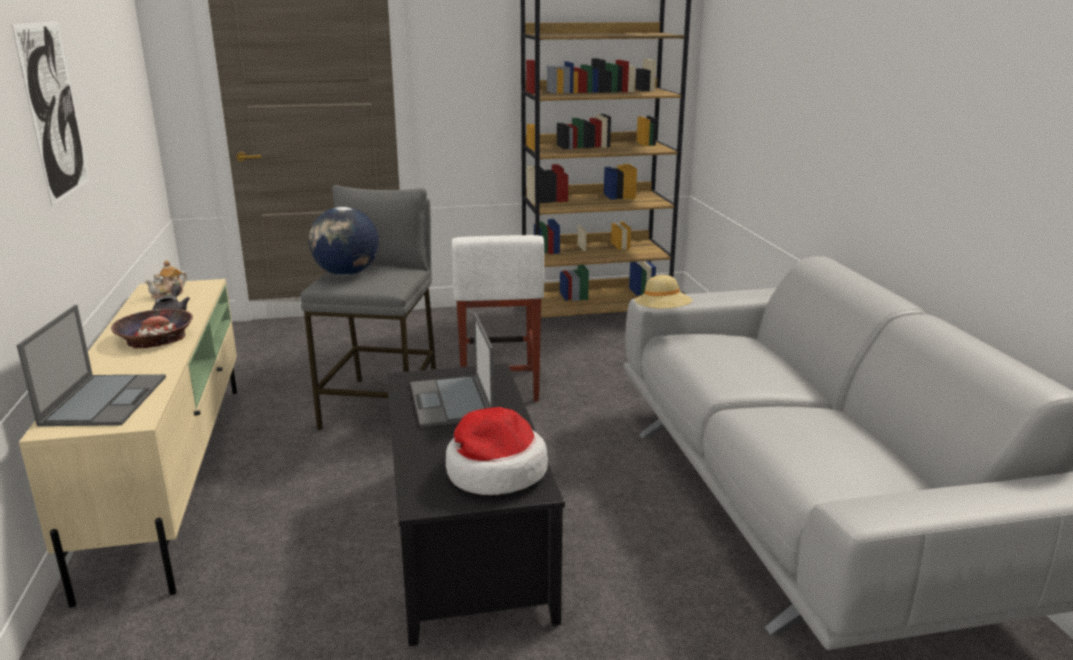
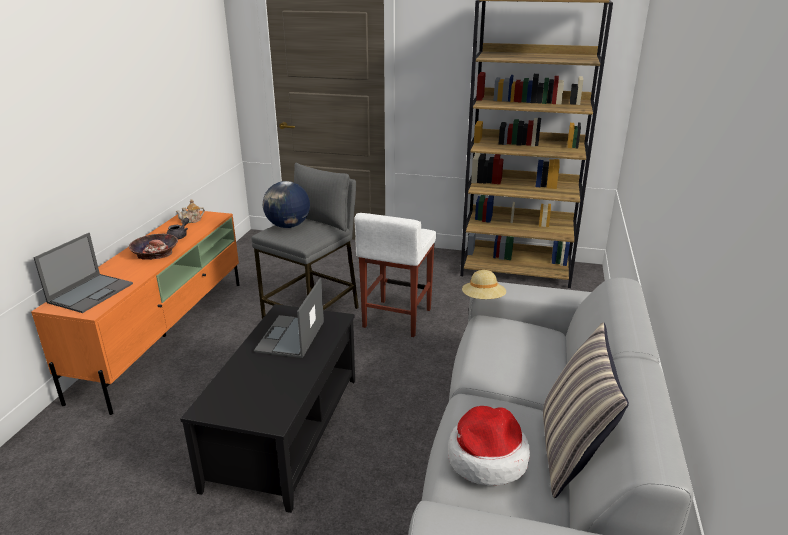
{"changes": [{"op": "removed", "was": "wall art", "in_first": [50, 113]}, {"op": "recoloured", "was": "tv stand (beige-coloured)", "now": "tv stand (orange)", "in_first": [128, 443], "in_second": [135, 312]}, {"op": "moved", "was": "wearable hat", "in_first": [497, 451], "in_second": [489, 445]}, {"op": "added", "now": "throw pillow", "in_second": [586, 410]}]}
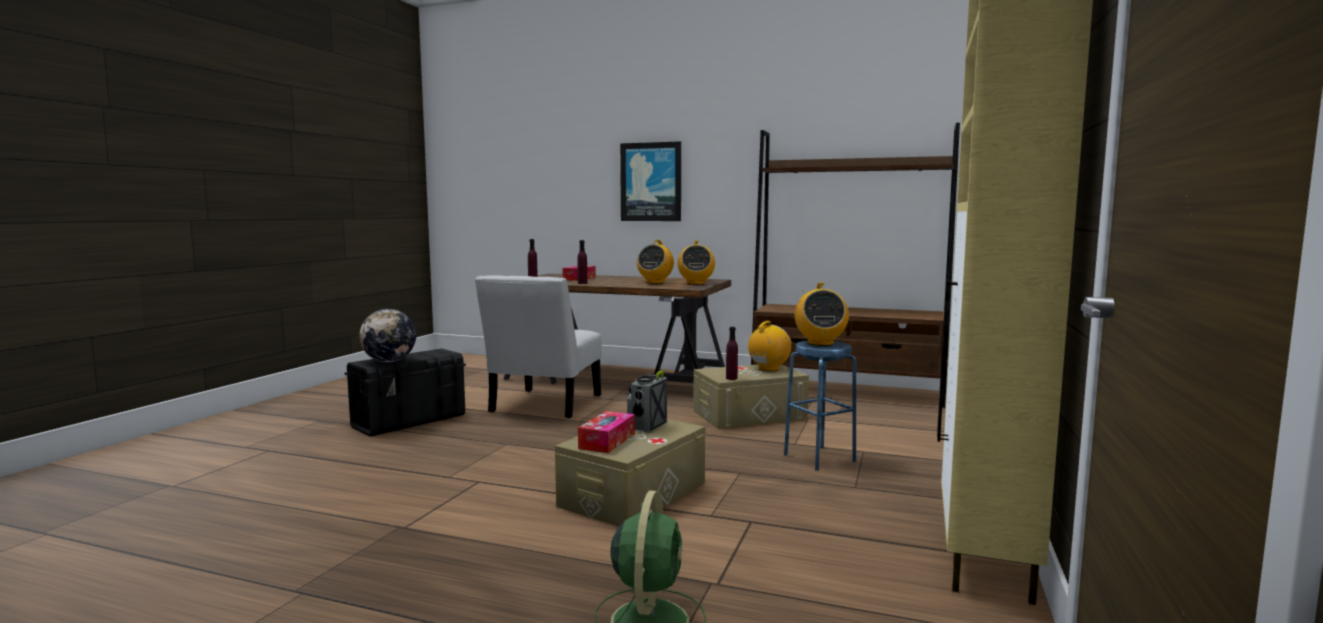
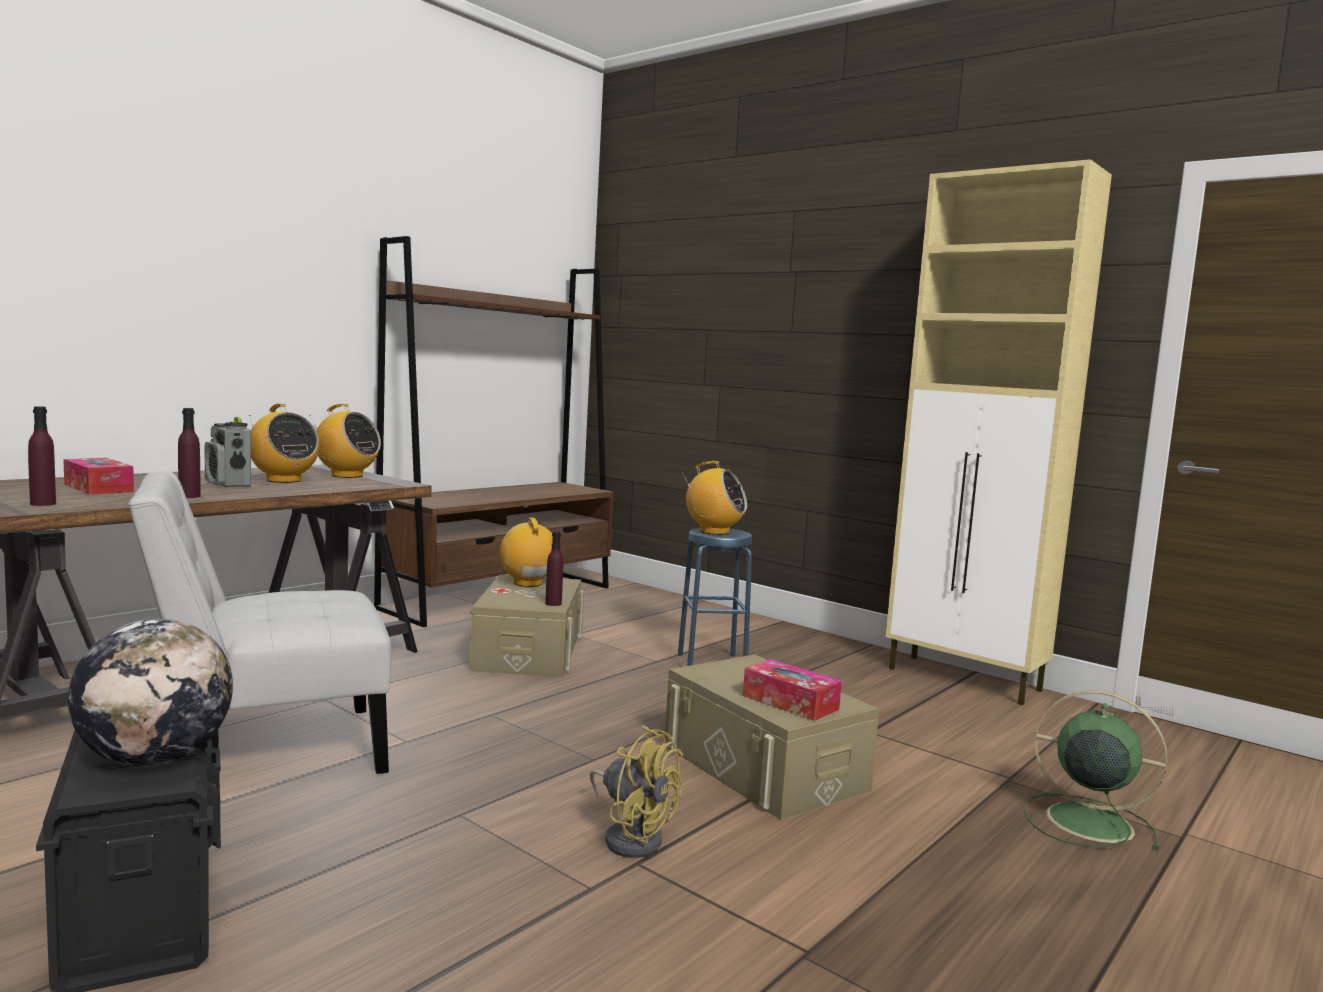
{"changes": [{"op": "removed", "was": "wall art", "in_first": [650, 181]}, {"op": "turned", "was": "plain chair (white-coloured)", "in_first": [538, 346], "in_second": [260, 622], "clockwise": 120}, {"op": "moved", "was": "radio receiver", "in_first": [647, 401], "in_second": [228, 452]}, {"op": "added", "now": "cooling fan (yellow-coloured)", "in_second": [636, 791]}]}
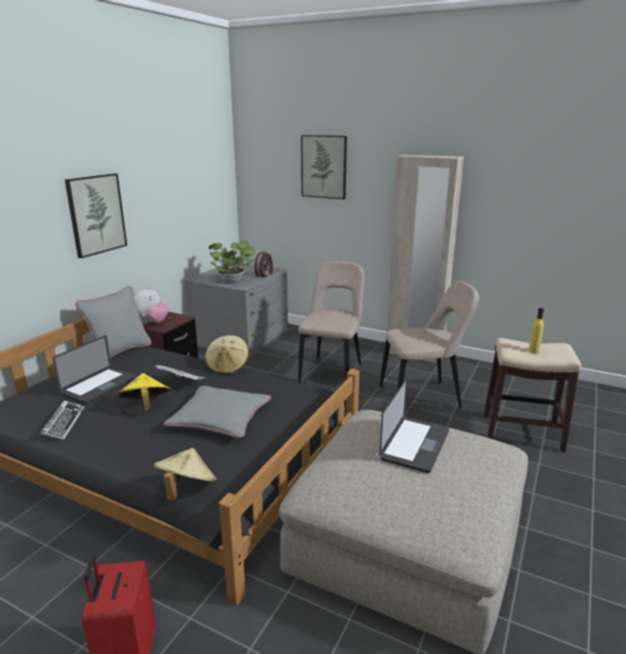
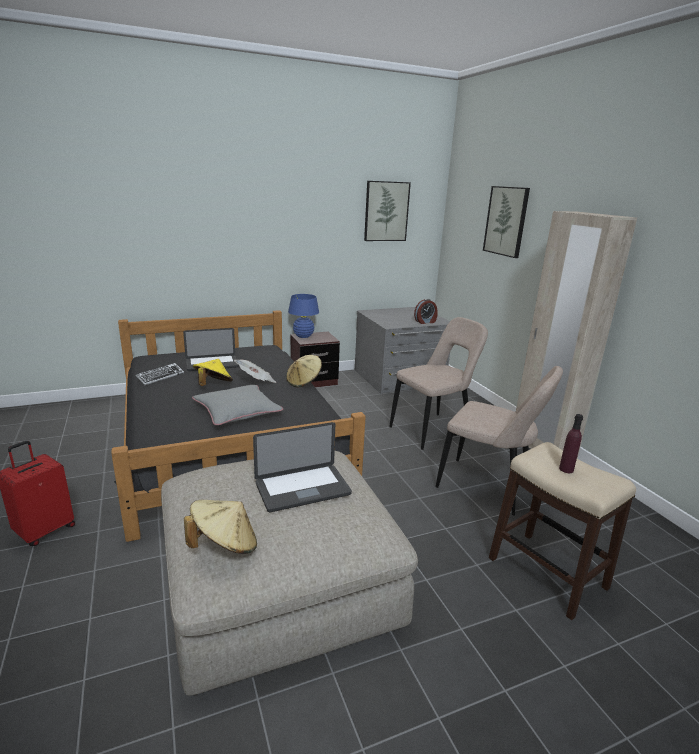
{"changes": [{"op": "moved", "was": "wall art", "in_first": [96, 215], "in_second": [387, 211]}, {"op": "removed", "was": "potted plant", "in_first": [231, 261]}, {"op": "removed", "was": "throw pillow (greyish)", "in_first": [113, 322]}, {"op": "replaced", "was": "cuddly toy", "now": "tabletop lamp (blue)", "in_first": [151, 306], "in_second": [303, 316]}, {"op": "recoloured", "was": "bottle (yellow-coloured)", "now": "bottle (purple-coloured)", "in_first": [536, 330], "in_second": [571, 443]}, {"op": "moved", "was": "wearable hat (beige-coloured)", "in_first": [185, 474], "in_second": [220, 527]}]}
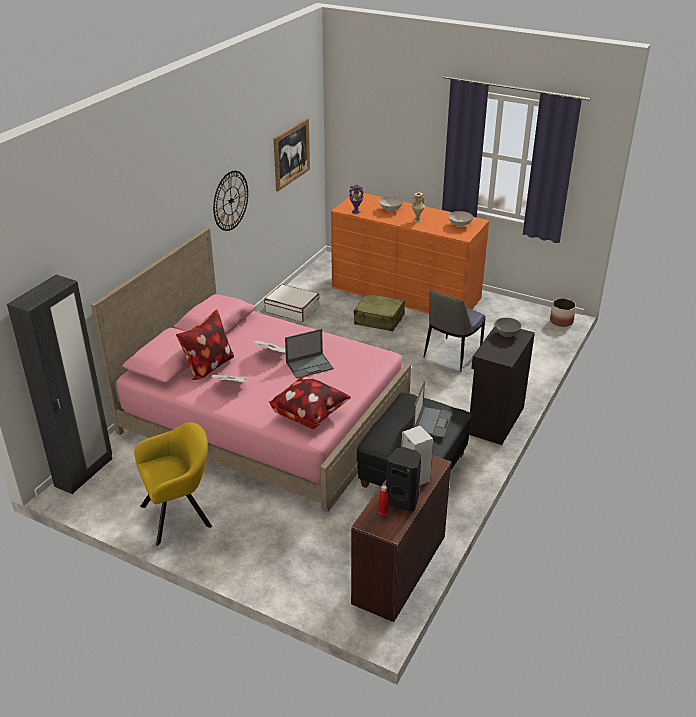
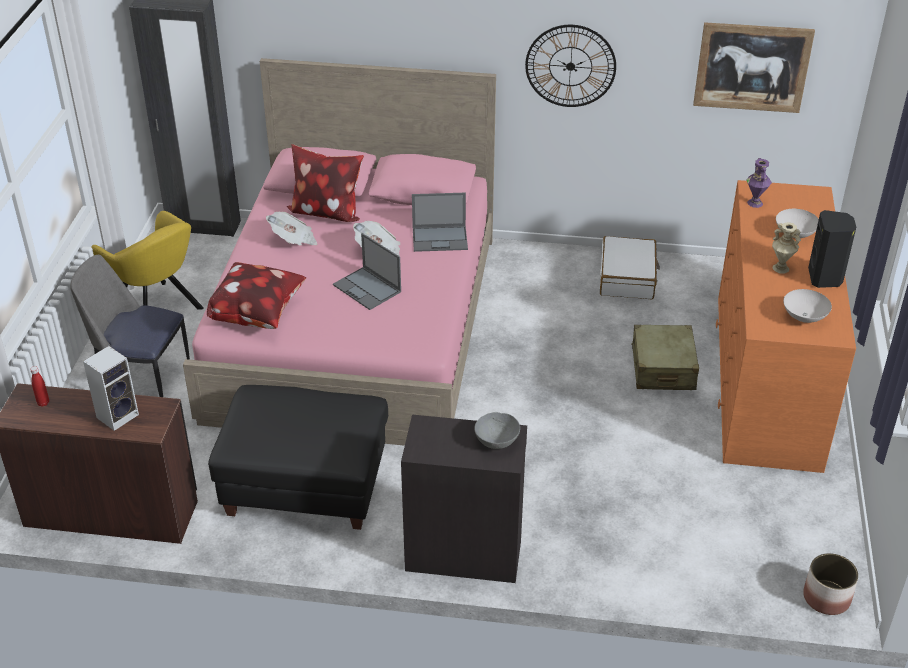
{"changes": [{"op": "moved", "was": "plain chair", "in_first": [455, 331], "in_second": [130, 326]}, {"op": "moved", "was": "notebook computer", "in_first": [432, 410], "in_second": [440, 222]}, {"op": "moved", "was": "speaker (black-coloured)", "in_first": [403, 479], "in_second": [832, 249]}]}
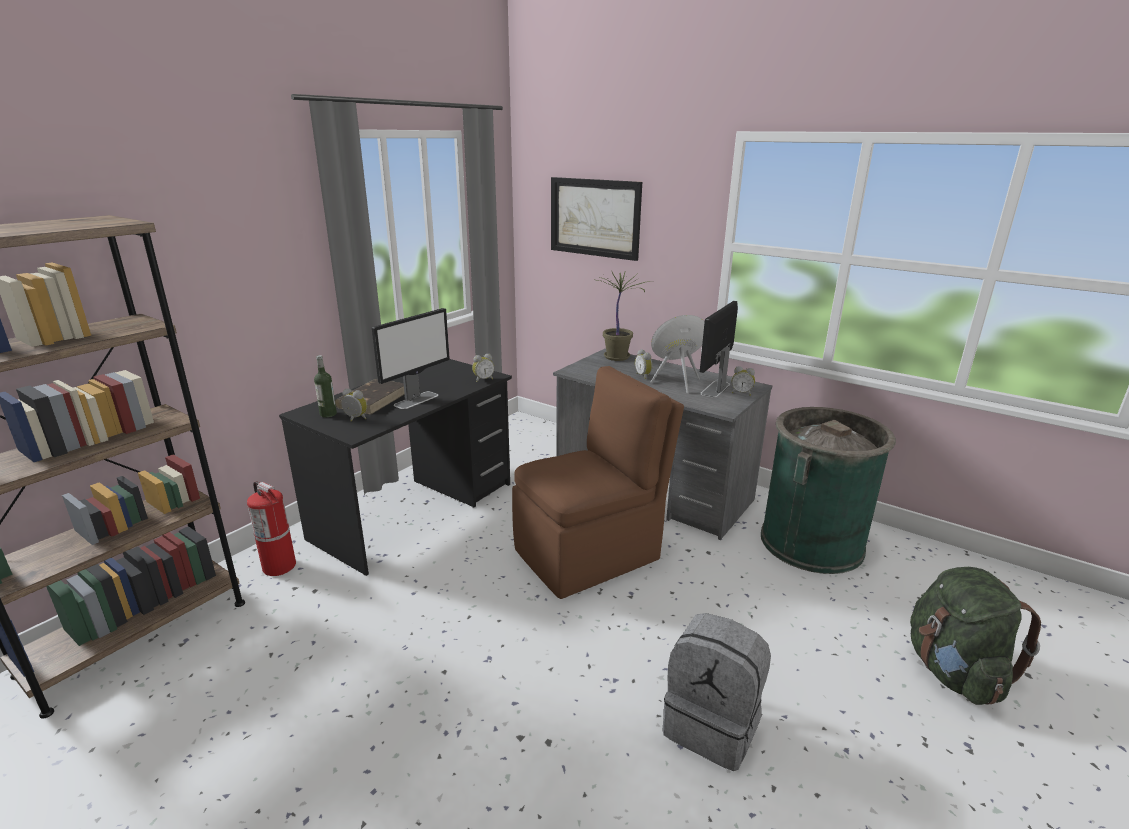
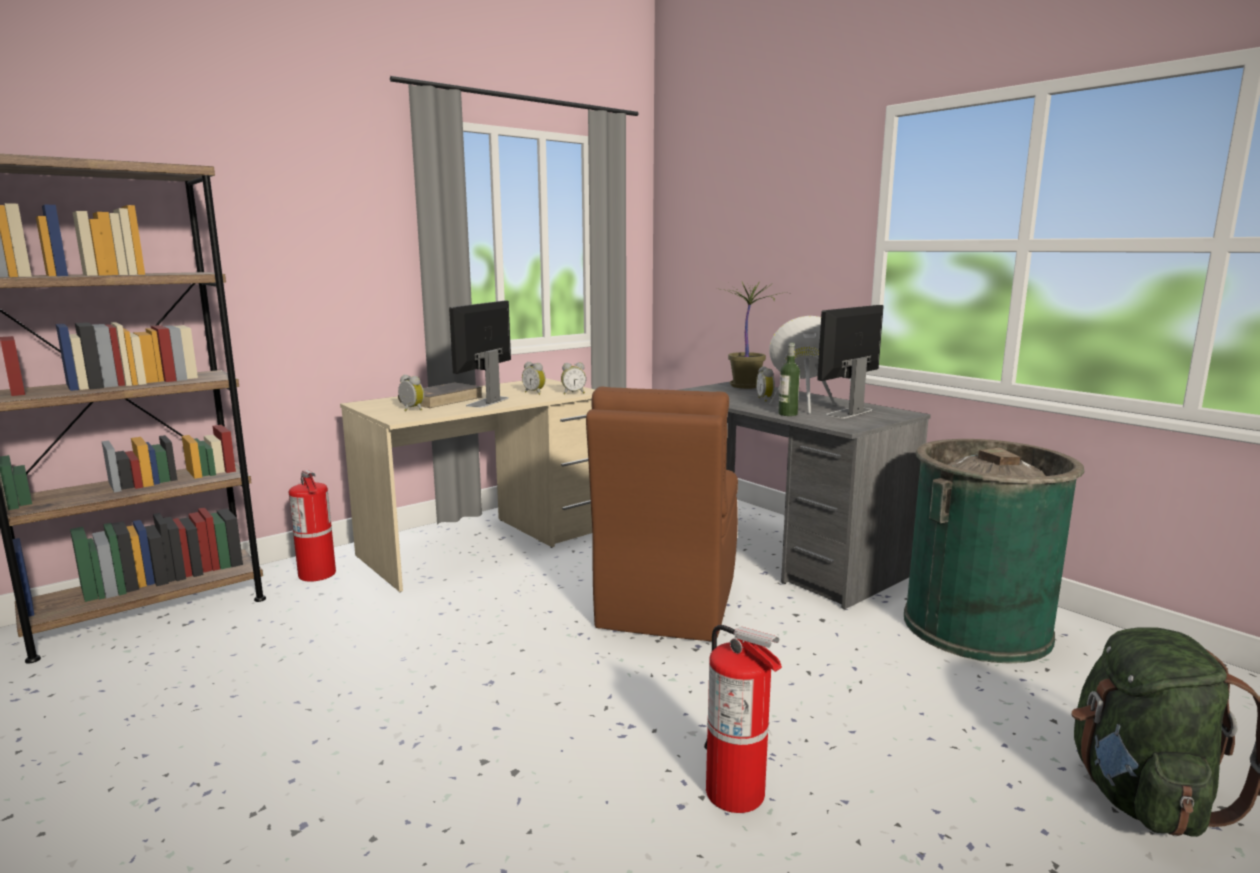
{"changes": [{"op": "removed", "was": "wall art", "in_first": [596, 219]}, {"op": "turned", "was": "monitor", "in_first": [411, 358], "in_second": [480, 354], "clockwise": 150}, {"op": "moved", "was": "bottle", "in_first": [325, 386], "in_second": [789, 379]}, {"op": "recoloured", "was": "desk table (black-coloured)", "now": "desk table (beige-coloured)", "in_first": [395, 467], "in_second": [467, 485]}, {"op": "turned", "was": "plain chair (brown)", "in_first": [598, 482], "in_second": [662, 514], "clockwise": 120}, {"op": "moved", "was": "table clock", "in_first": [743, 381], "in_second": [534, 378]}, {"op": "replaced", "was": "rucksack (greyish)", "now": "extinguisher", "in_first": [717, 692], "in_second": [743, 719]}]}
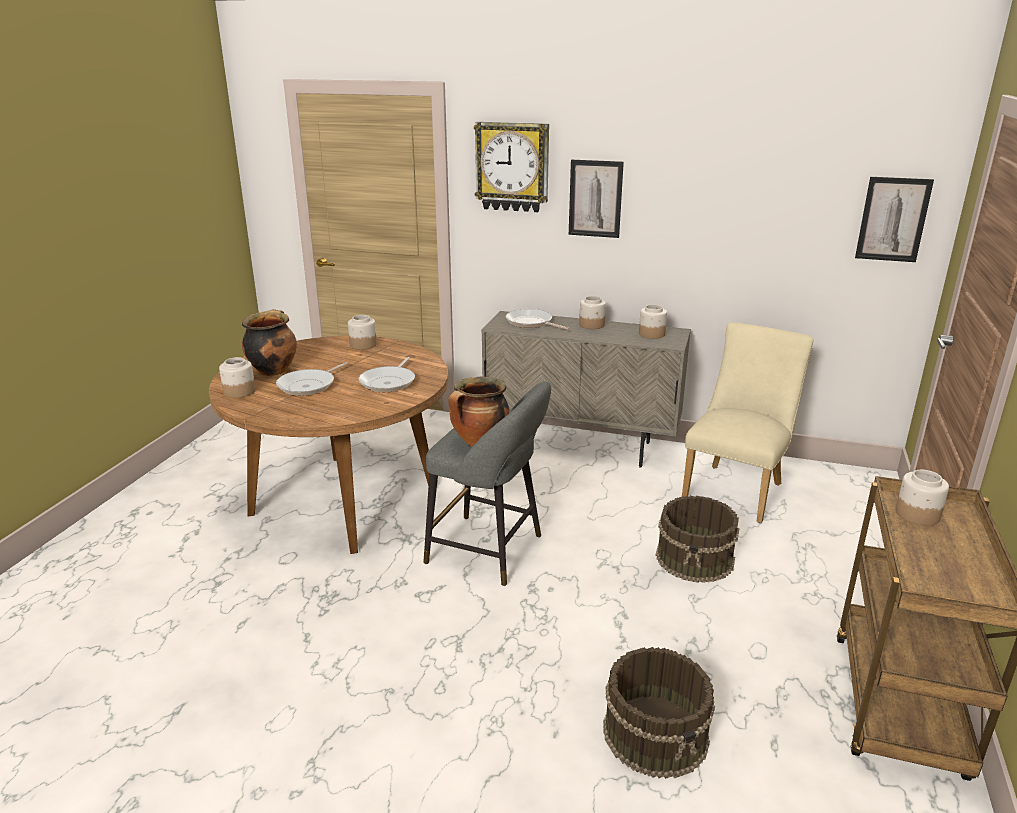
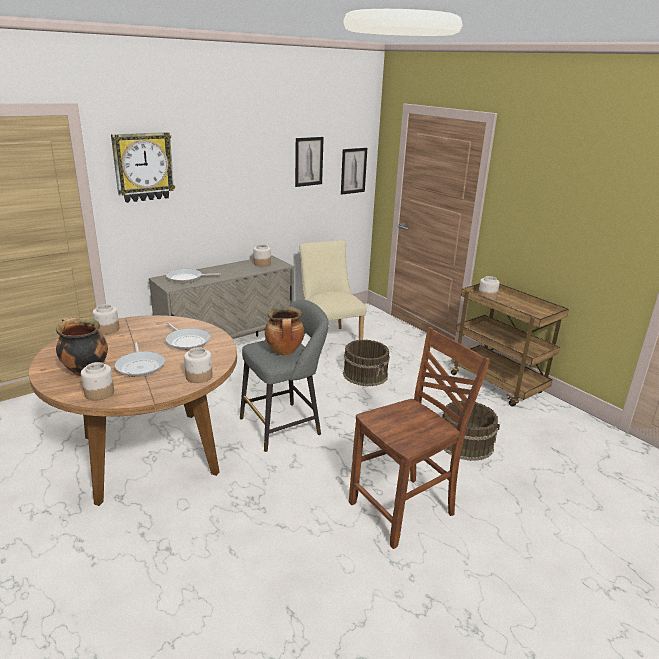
{"changes": [{"op": "moved", "was": "wall art", "in_first": [596, 199], "in_second": [309, 162]}, {"op": "moved", "was": "preserve jar", "in_first": [592, 312], "in_second": [198, 365]}, {"op": "added", "now": "plain chair (brown)", "in_second": [419, 438]}]}
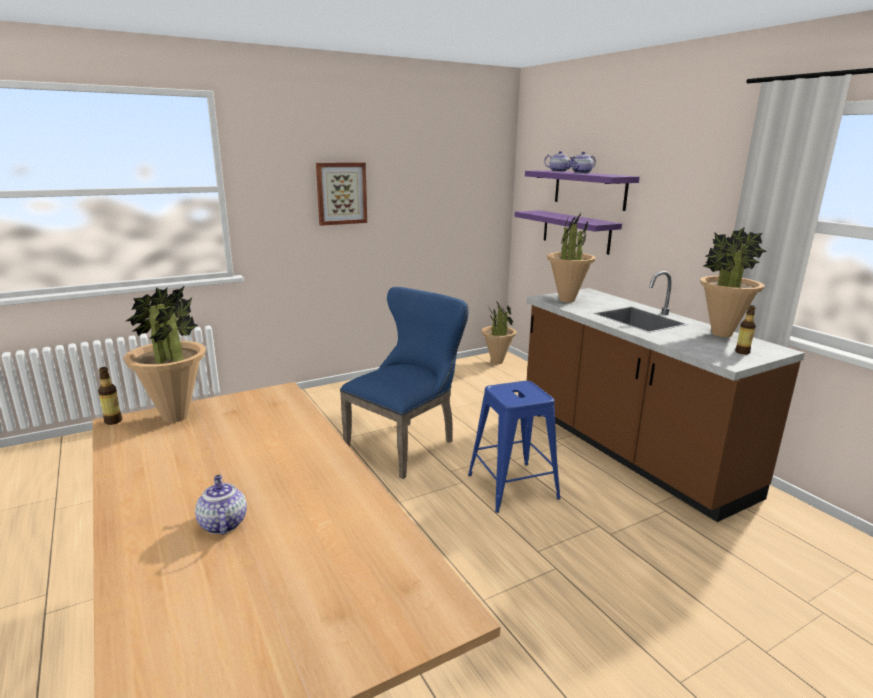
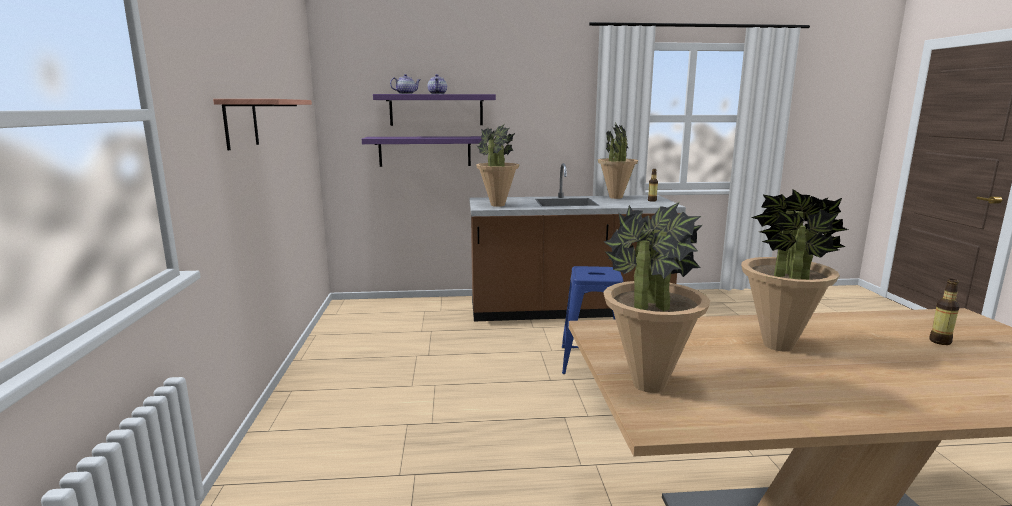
{"changes": [{"op": "replaced", "was": "wall art", "now": "bracket shelf", "in_first": [341, 194], "in_second": [262, 124]}, {"op": "removed", "was": "plain chair (blue)", "in_first": [404, 383]}, {"op": "moved", "was": "potted plant", "in_first": [499, 332], "in_second": [794, 270]}, {"op": "moved", "was": "bottle", "in_first": [110, 396], "in_second": [944, 312]}, {"op": "removed", "was": "tea pot", "in_first": [221, 505]}]}
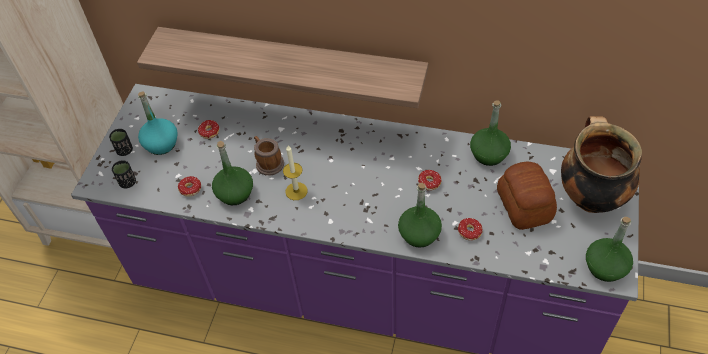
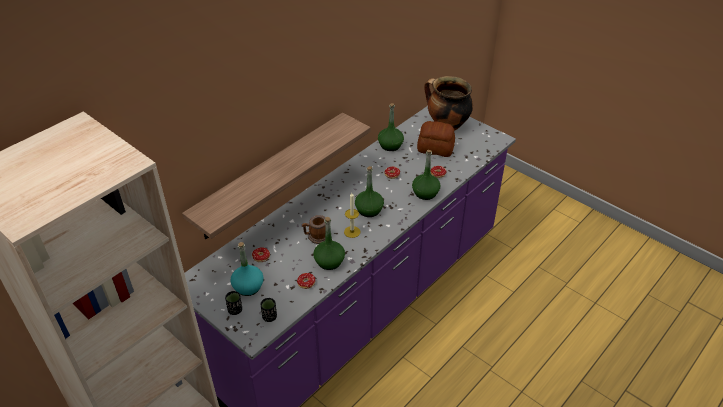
{"changes": [{"op": "moved", "was": "bottle (green-coloured)", "in_first": [609, 249], "in_second": [369, 191]}]}
